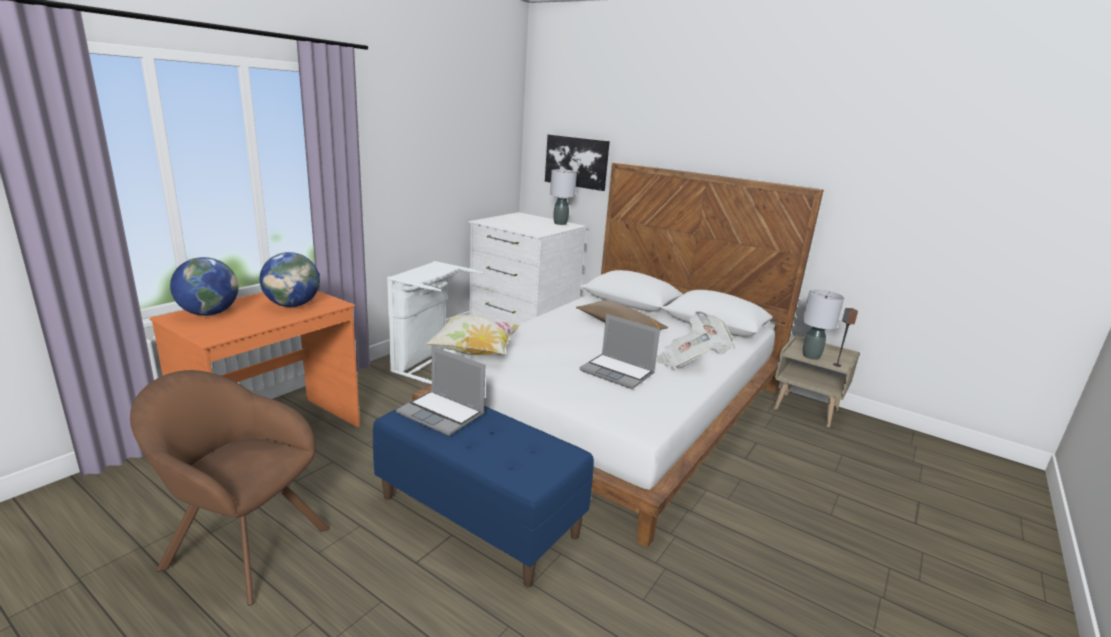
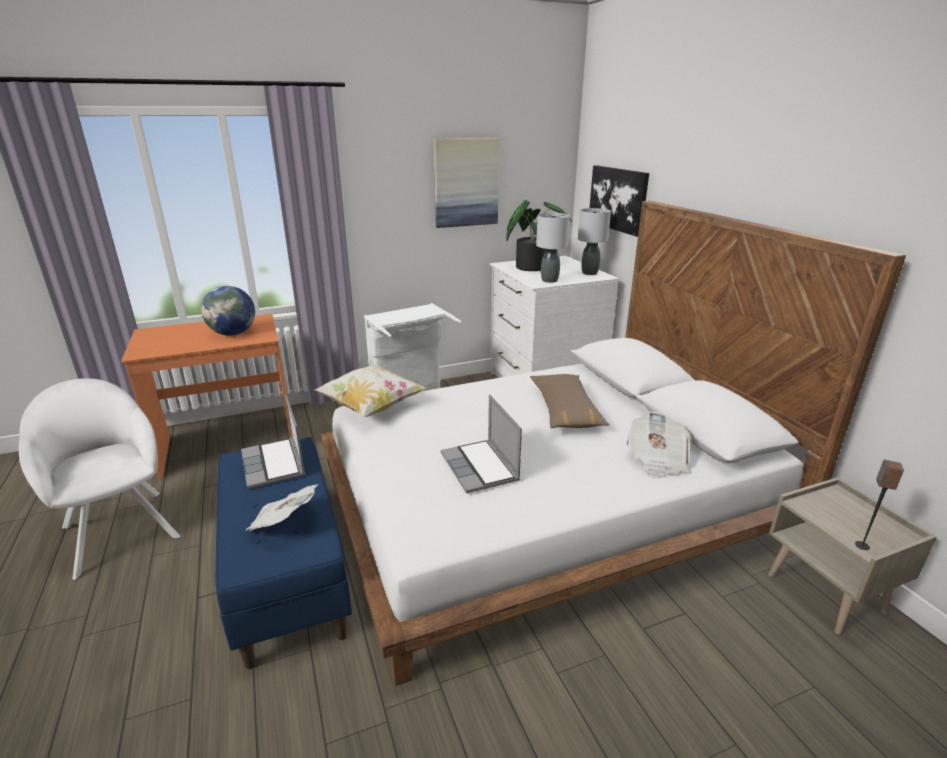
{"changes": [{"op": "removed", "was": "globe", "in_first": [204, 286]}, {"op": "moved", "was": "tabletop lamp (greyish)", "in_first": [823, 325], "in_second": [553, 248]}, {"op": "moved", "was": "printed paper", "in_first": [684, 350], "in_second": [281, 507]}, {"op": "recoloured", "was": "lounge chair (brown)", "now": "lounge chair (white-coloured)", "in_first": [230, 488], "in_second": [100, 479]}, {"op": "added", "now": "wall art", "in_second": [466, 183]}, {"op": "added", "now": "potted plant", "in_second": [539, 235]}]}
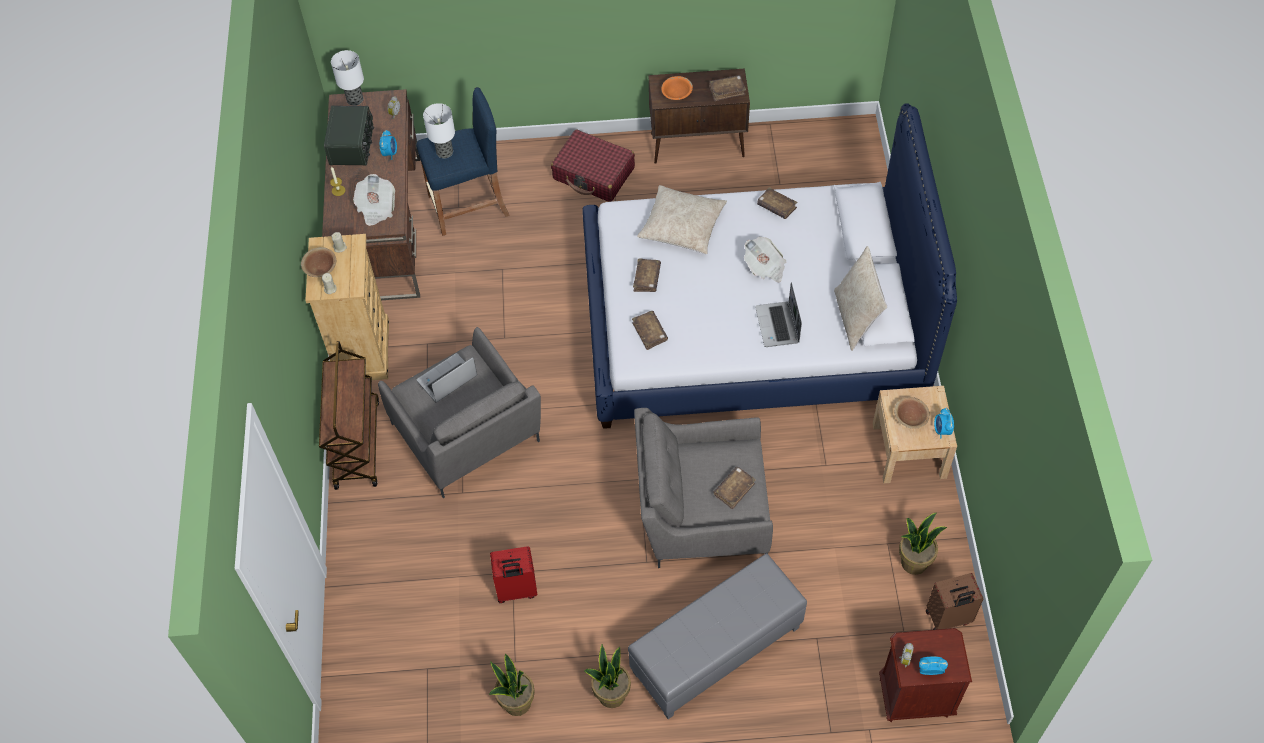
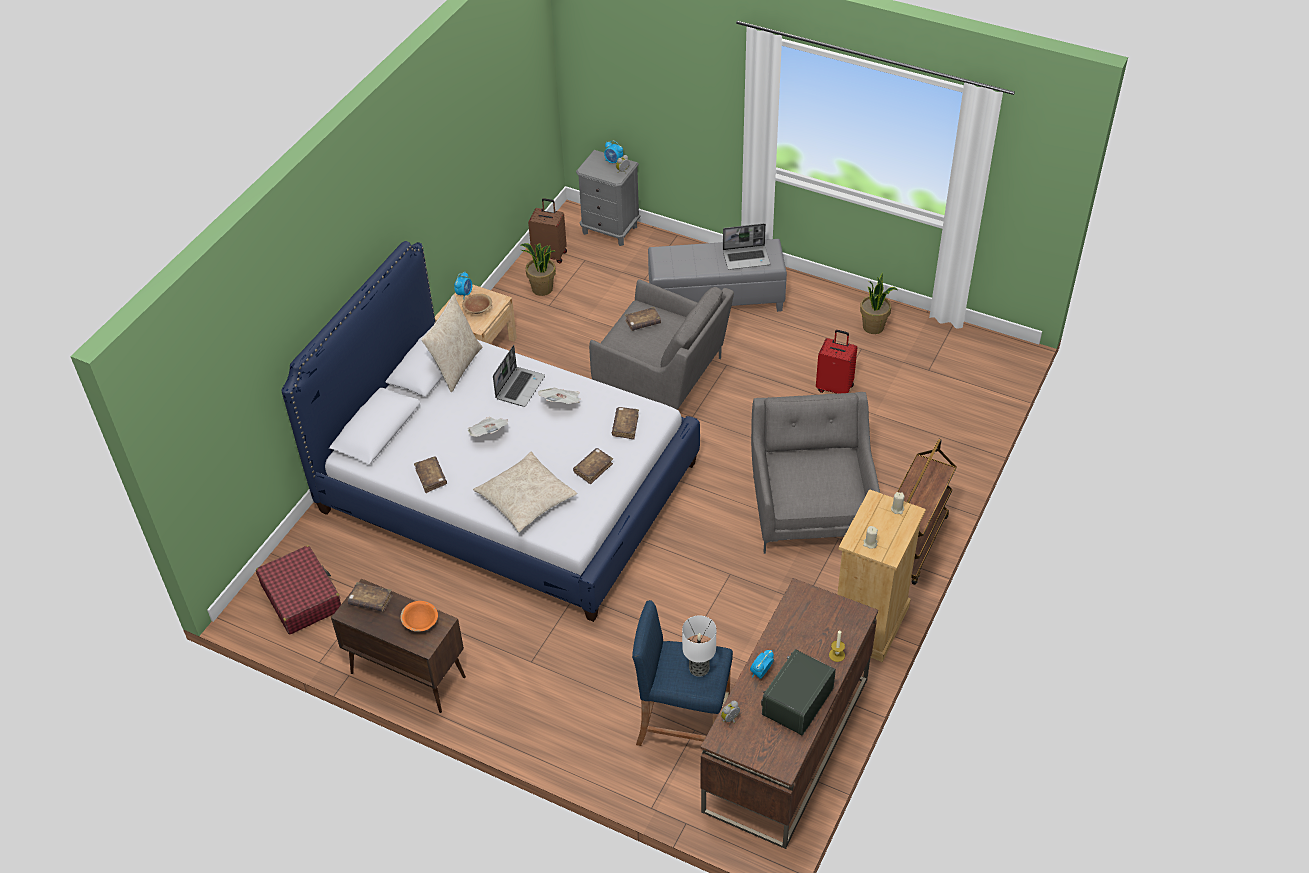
{"changes": [{"op": "removed", "was": "tabletop lamp", "in_first": [347, 78]}, {"op": "moved", "was": "travel case (red)", "in_first": [593, 166], "in_second": [298, 589]}, {"op": "moved", "was": "printed paper", "in_first": [374, 200], "in_second": [559, 395]}, {"op": "removed", "was": "deep dish (brown)", "in_first": [318, 262]}, {"op": "moved", "was": "notebook computer", "in_first": [447, 378], "in_second": [746, 246]}, {"op": "recoloured", "was": "night table (brown)", "now": "night table (greyish)", "in_first": [925, 675], "in_second": [608, 198]}, {"op": "removed", "was": "potted plant", "in_first": [607, 676]}]}
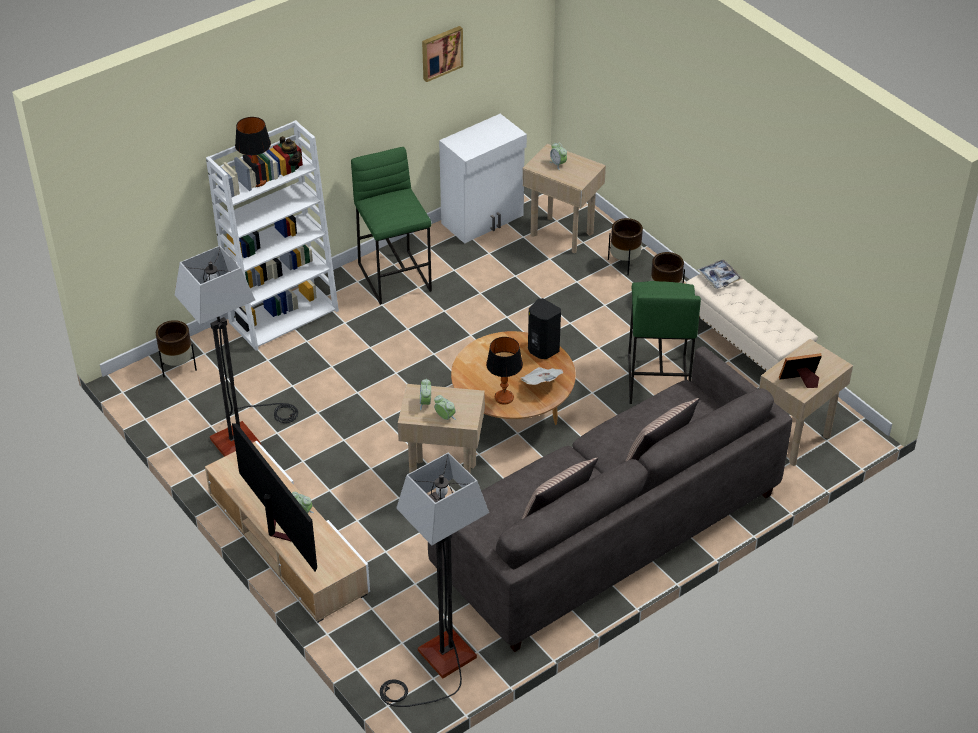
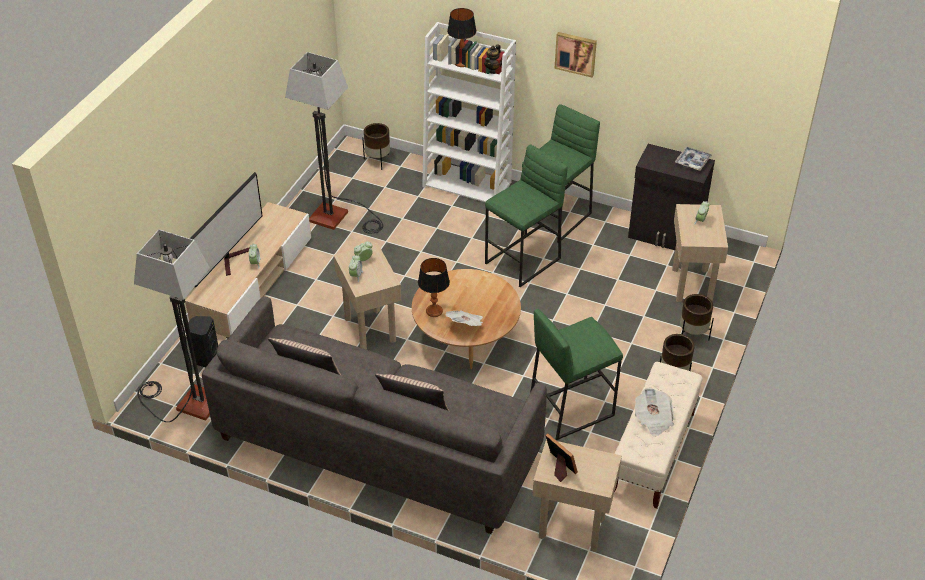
{"changes": [{"op": "moved", "was": "wall art", "in_first": [442, 54], "in_second": [575, 55]}, {"op": "recoloured", "was": "cupboard (white-coloured)", "now": "cupboard (black-coloured)", "in_first": [483, 179], "in_second": [671, 197]}, {"op": "moved", "was": "serving tray", "in_first": [720, 274], "in_second": [693, 158]}, {"op": "moved", "was": "speaker (black-coloured)", "in_first": [544, 328], "in_second": [203, 341]}, {"op": "added", "now": "stool (green-coloured)", "in_second": [526, 215]}, {"op": "added", "now": "printed paper", "in_second": [654, 412]}]}
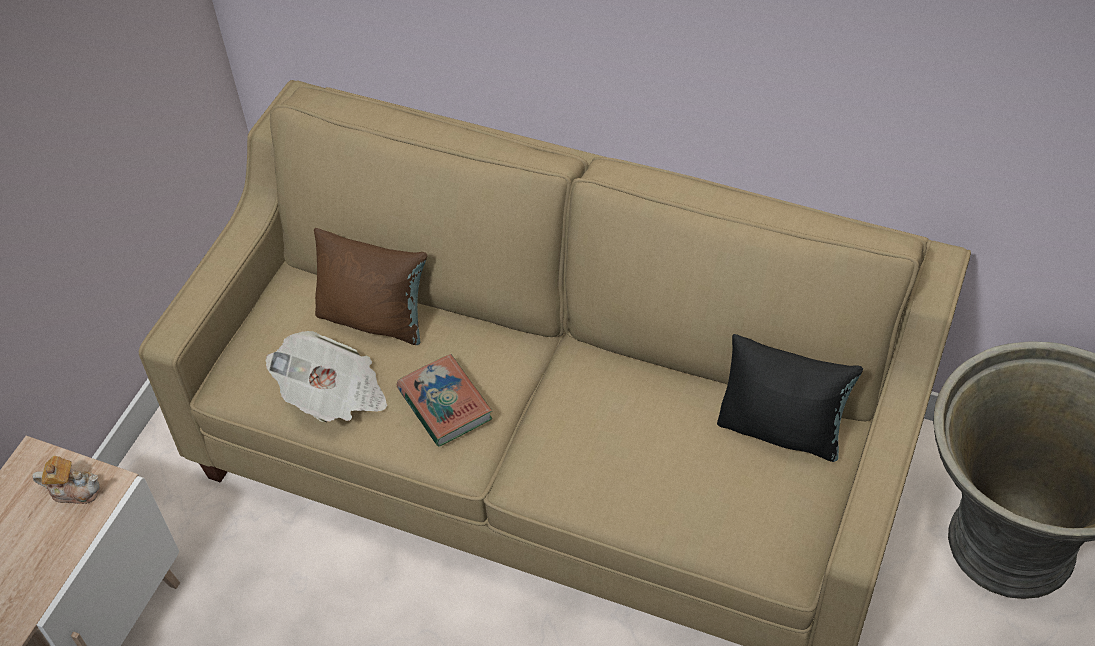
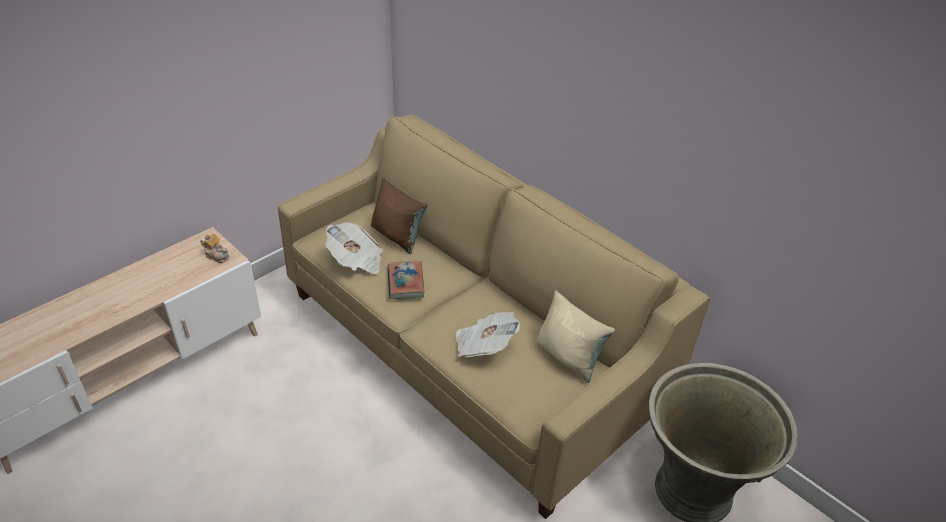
{"changes": [{"op": "recoloured", "was": "throw pillow (black-coloured)", "now": "throw pillow (beige-coloured)", "in_first": [790, 398], "in_second": [575, 336]}, {"op": "added", "now": "printed paper", "in_second": [487, 334]}]}
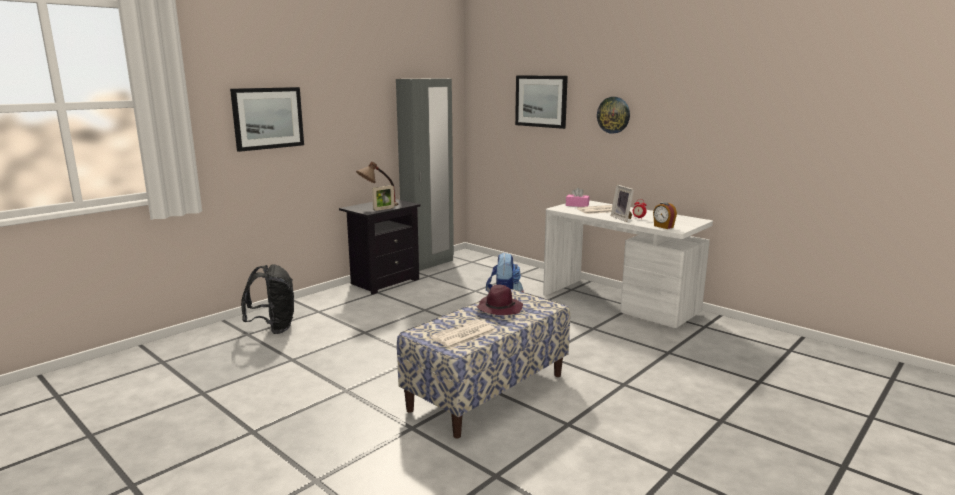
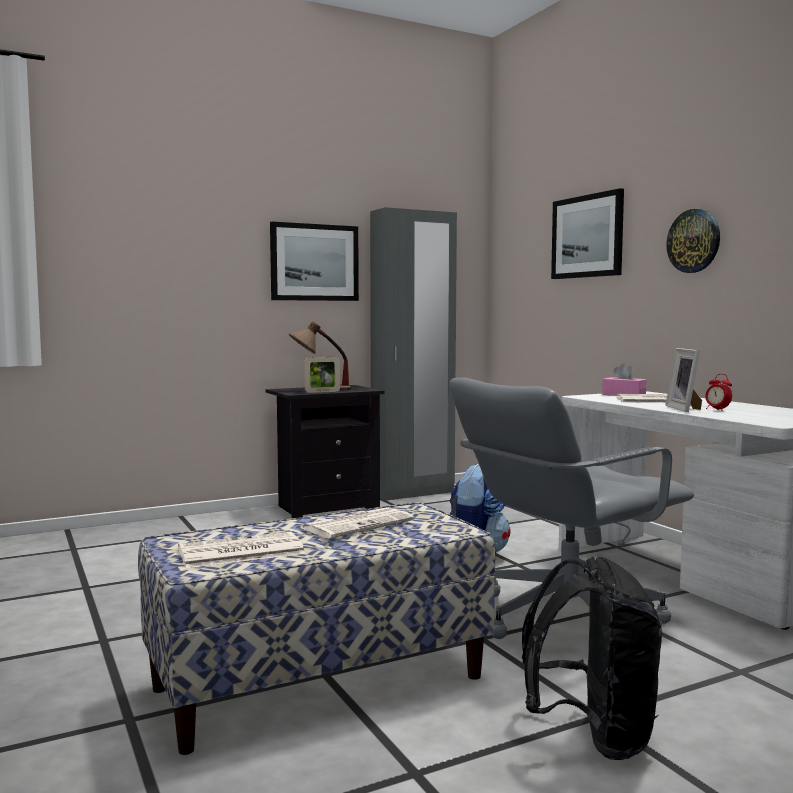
{"changes": [{"op": "moved", "was": "wall art", "in_first": [267, 119], "in_second": [314, 261]}, {"op": "removed", "was": "table clock", "in_first": [665, 215]}, {"op": "moved", "was": "rucksack (black-coloured)", "in_first": [267, 299], "in_second": [592, 658]}, {"op": "replaced", "was": "wearable hat (purple-coloured)", "now": "printed paper", "in_first": [499, 300], "in_second": [358, 523]}, {"op": "added", "now": "computer chair (greyish)", "in_second": [572, 508]}]}
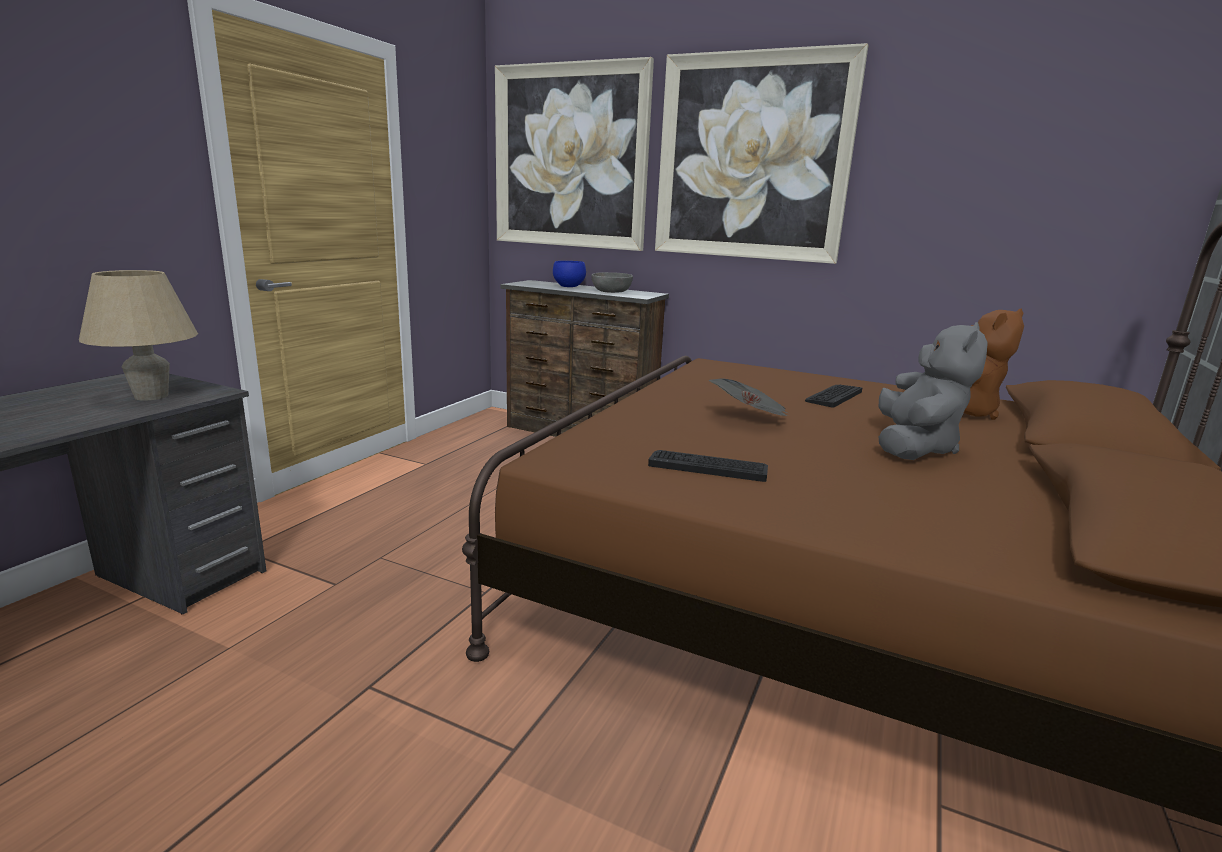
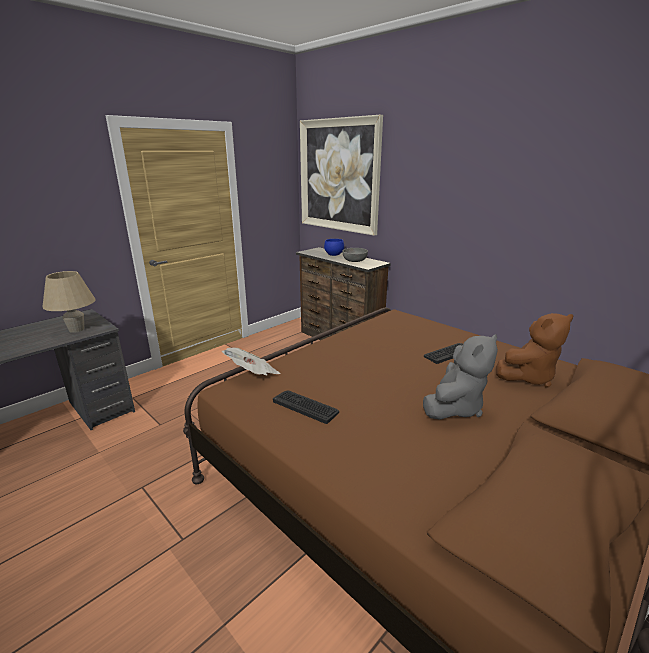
{"changes": [{"op": "removed", "was": "wall art", "in_first": [762, 153]}, {"op": "moved", "was": "printed paper", "in_first": [748, 397], "in_second": [251, 361]}]}
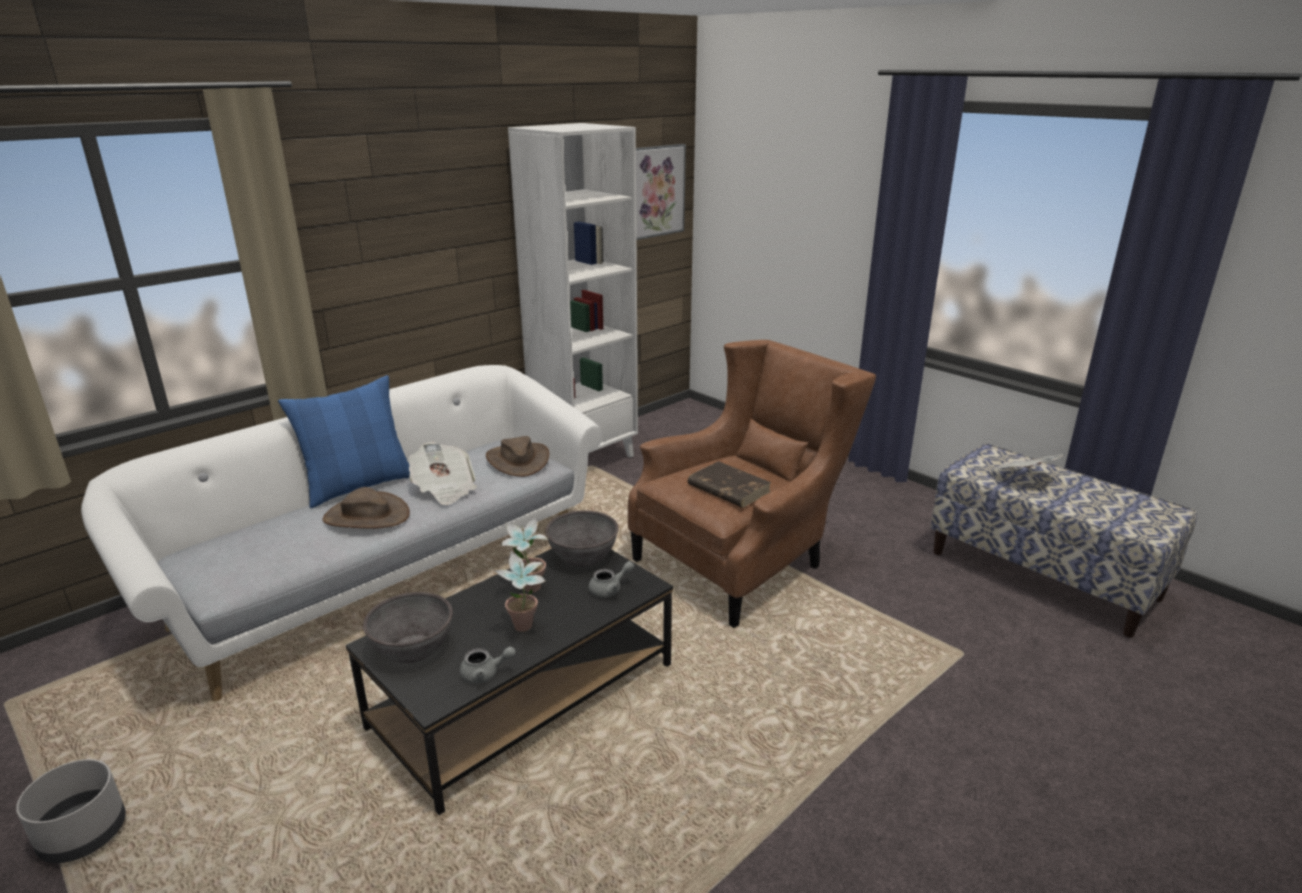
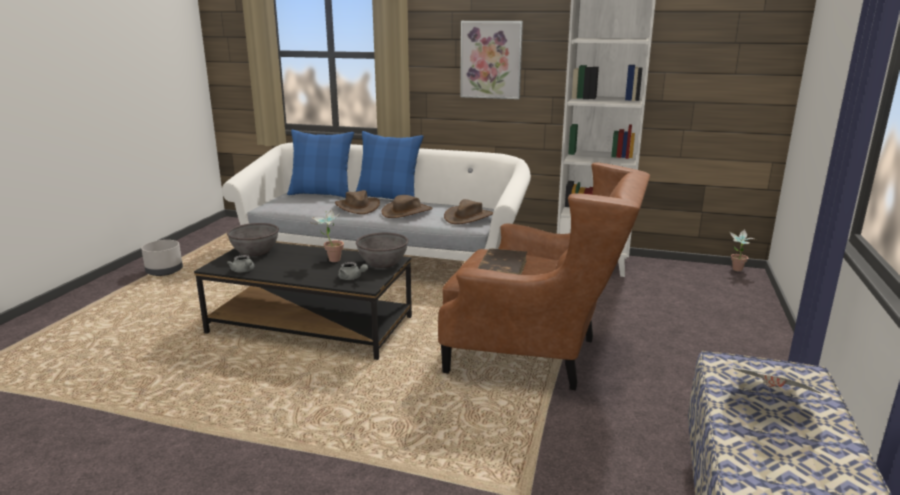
{"changes": [{"op": "moved", "was": "wall art", "in_first": [661, 192], "in_second": [491, 60]}, {"op": "replaced", "was": "printed paper", "now": "wearable hat (brown)", "in_first": [442, 473], "in_second": [407, 206]}, {"op": "moved", "was": "potted plant", "in_first": [520, 591], "in_second": [743, 250]}, {"op": "added", "now": "throw pillow (blue)", "in_second": [320, 164]}]}
